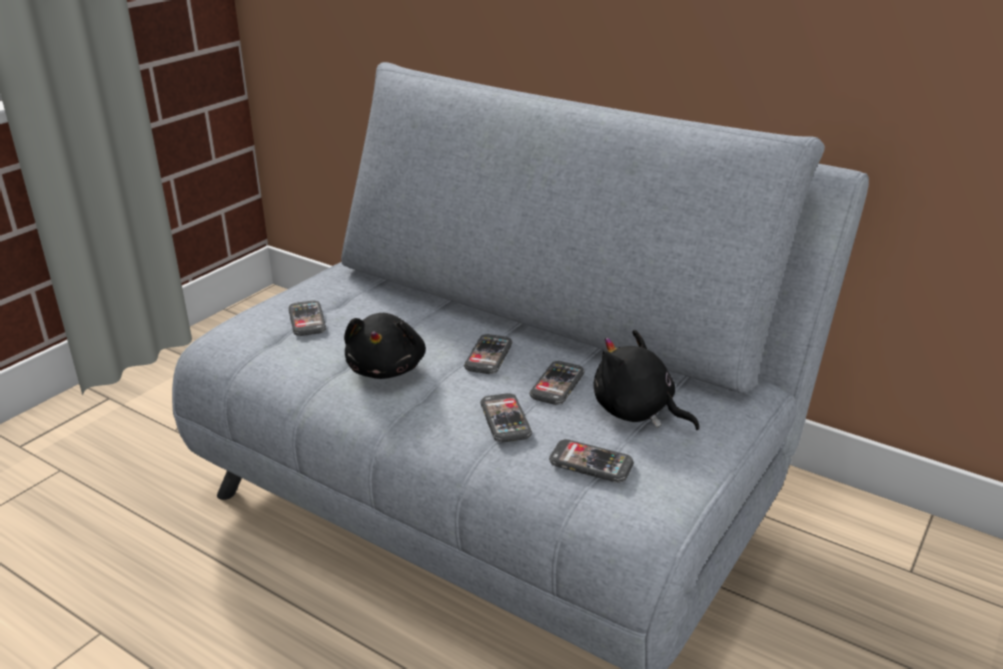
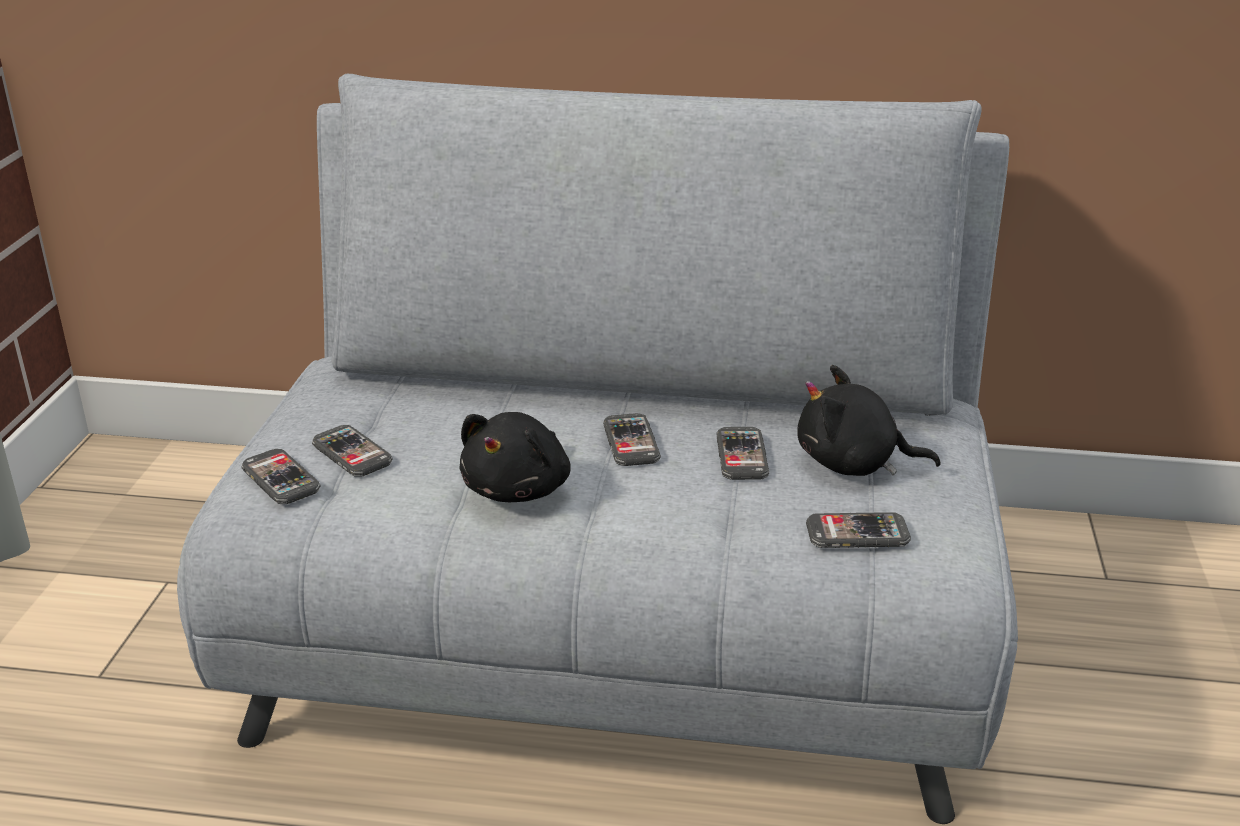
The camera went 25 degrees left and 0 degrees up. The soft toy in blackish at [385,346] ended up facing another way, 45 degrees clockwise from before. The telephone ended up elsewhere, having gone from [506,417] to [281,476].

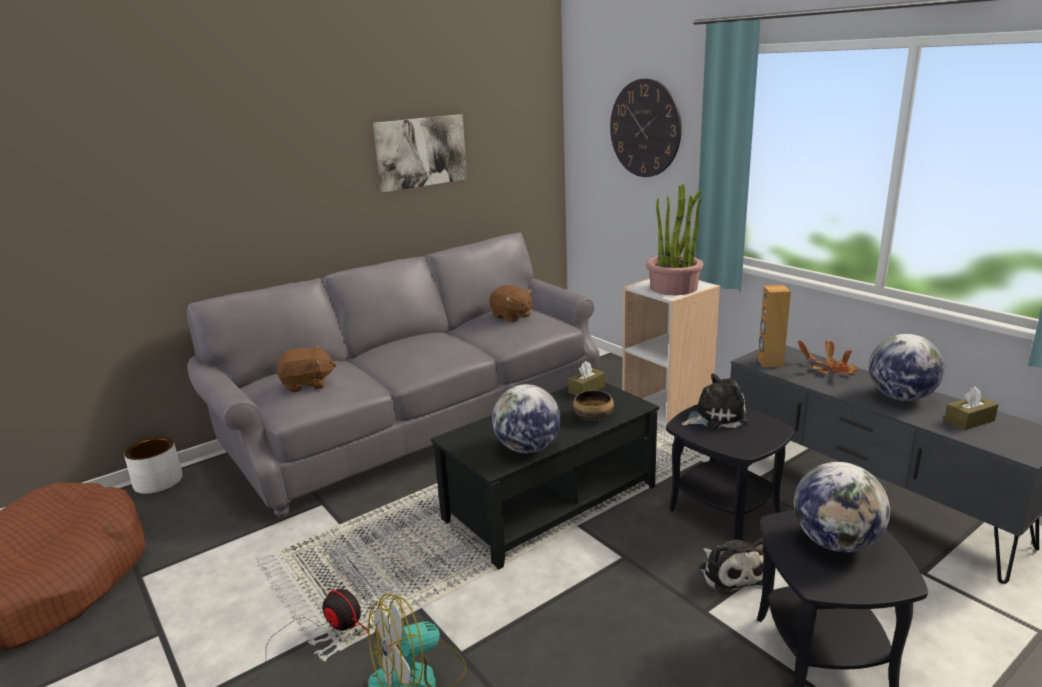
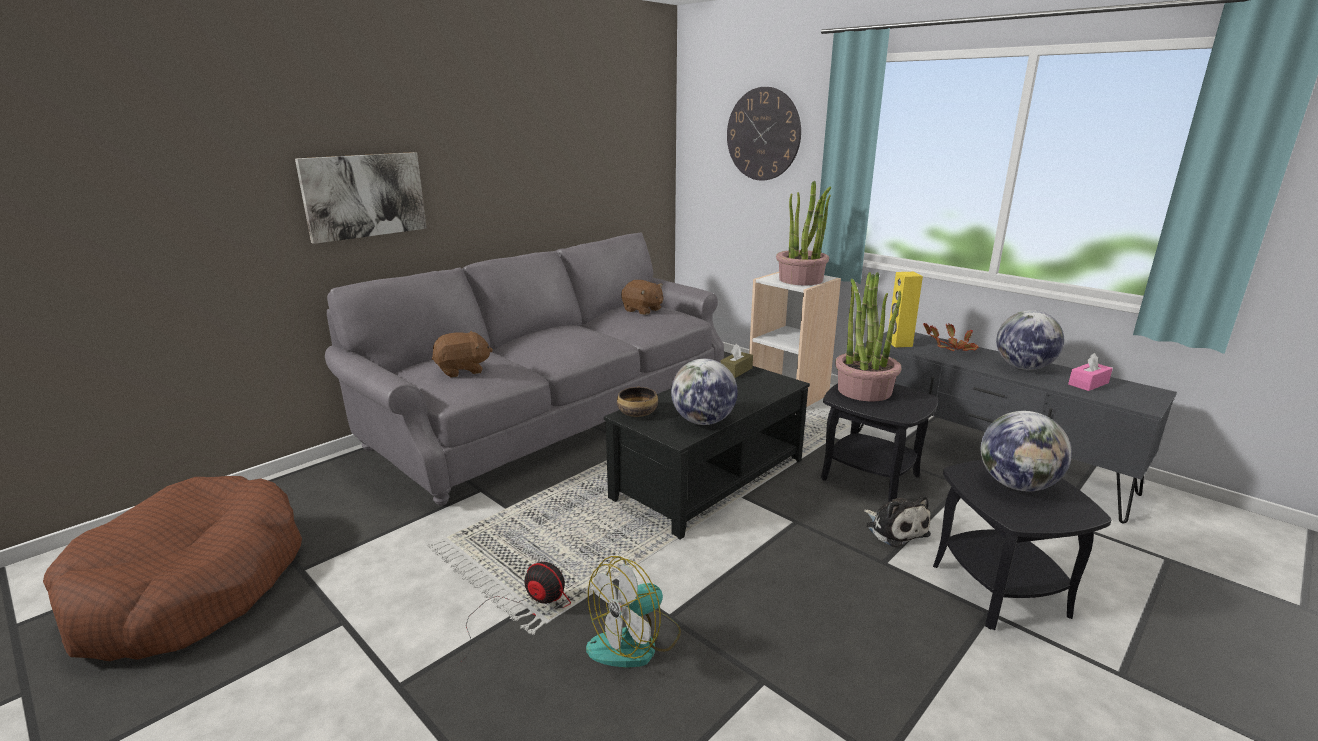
The camera went 10 degrees left and 0 degrees up. The wall art ended up elsewhere, having gone from [420,153] to [361,198]. What was the audio speaker in brownish at [774,326] turned into the audio speaker in yellowish at [906,309]. Where the soft toy stood at [715,401], the plant in a pot came to stand at [868,337]. What was the tissue holder in brownish at [971,408] turned into the tissue holder in pinkish at [1090,372]. The deep dish ended up elsewhere, having gone from [593,405] to [637,402]. The second view lost the planter in whitish at [153,465].

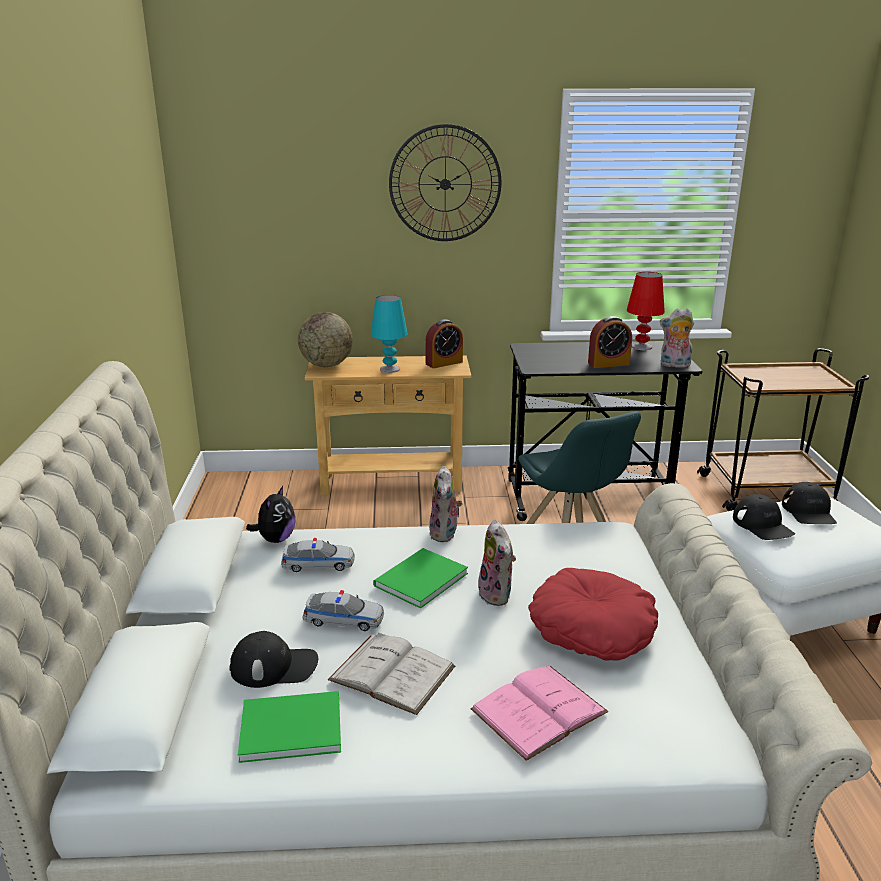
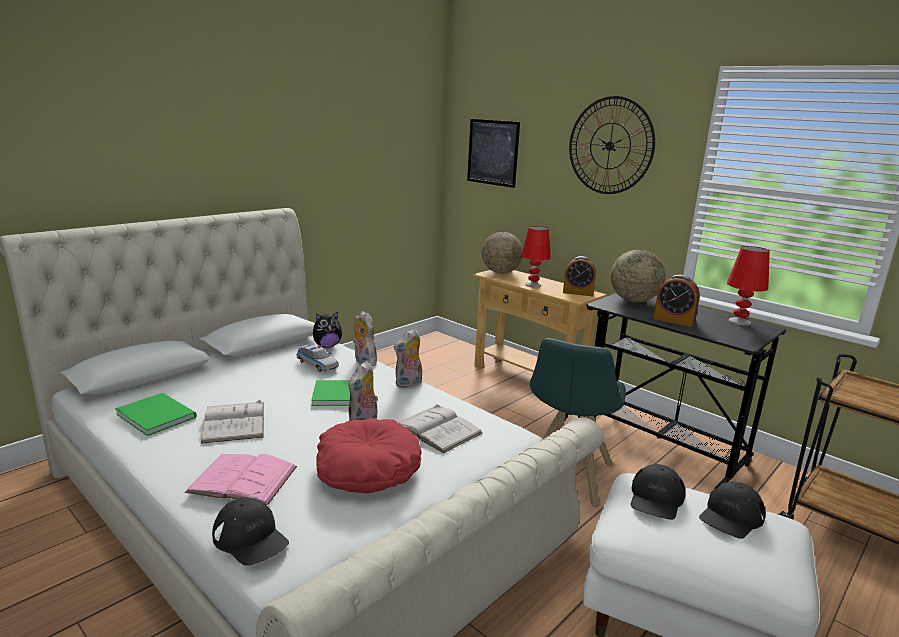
The camera went 45 degrees right and 5 degrees down. What was the table lamp in turquoise-coloured at [389,334] turned into the table lamp in red-coloured at [536,257]. The soft toy ended up elsewhere, having gone from [677,338] to [365,338]. The second view lost the model car at [343,610]. The baseball cap in blackish ended up elsewhere, having gone from [274,659] to [250,531]. The second view gained the wall art at [493,153]. The second view gained the globe at [638,276]. The second view gained the bound book in whitish at [440,428].

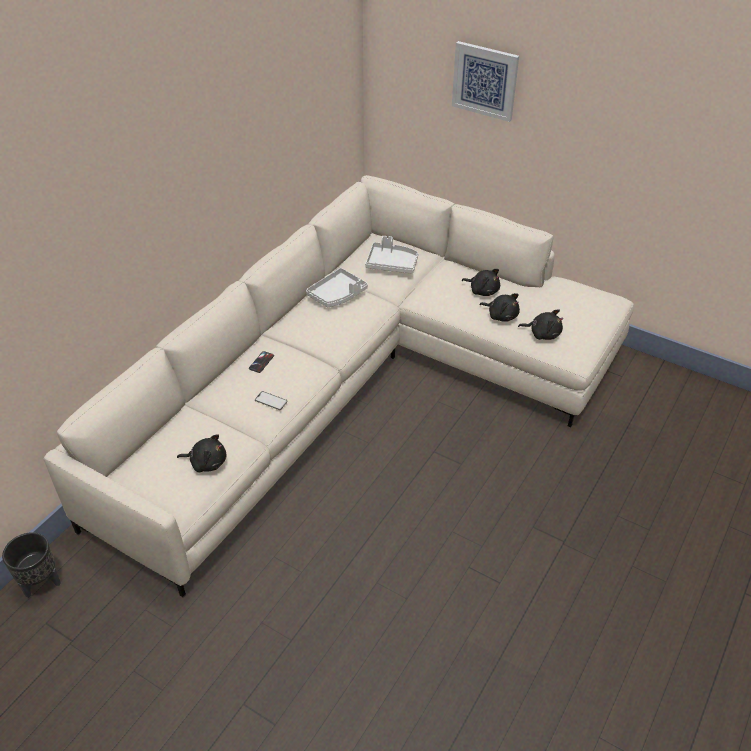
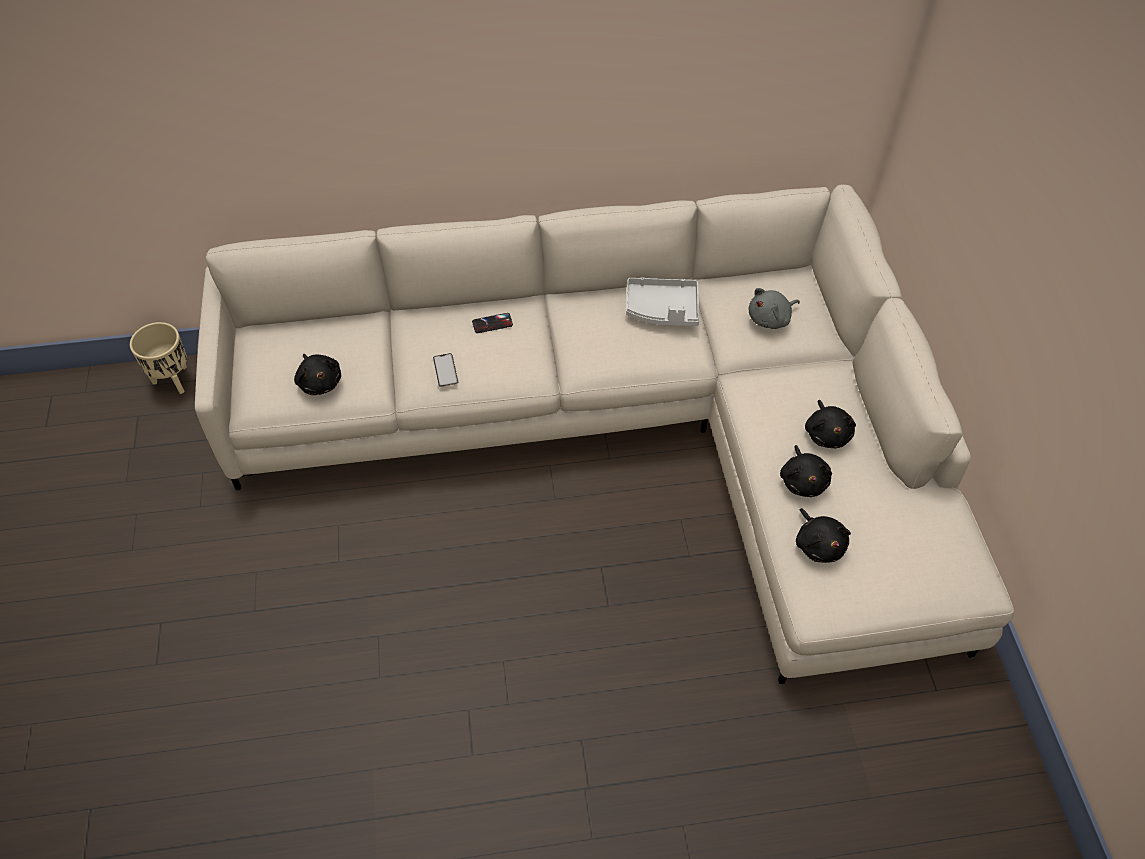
The camera went 50 degrees right and 10 degrees up. The second view lost the wall art at [485,81]. Where the carrying tray in greyish stood at [391,255], the soft toy in greyish came to stand at [774,308]. What was the planter in blackish at [31,565] turned into the planter in beige-coloured at [158,358].

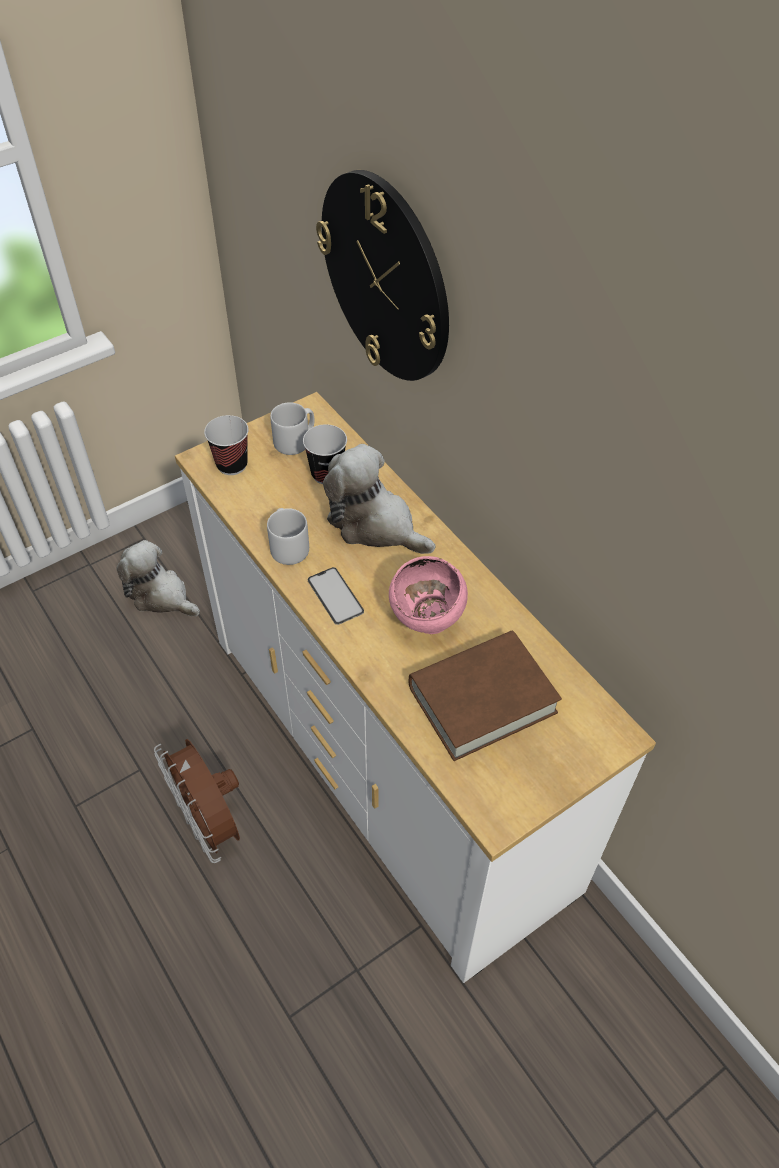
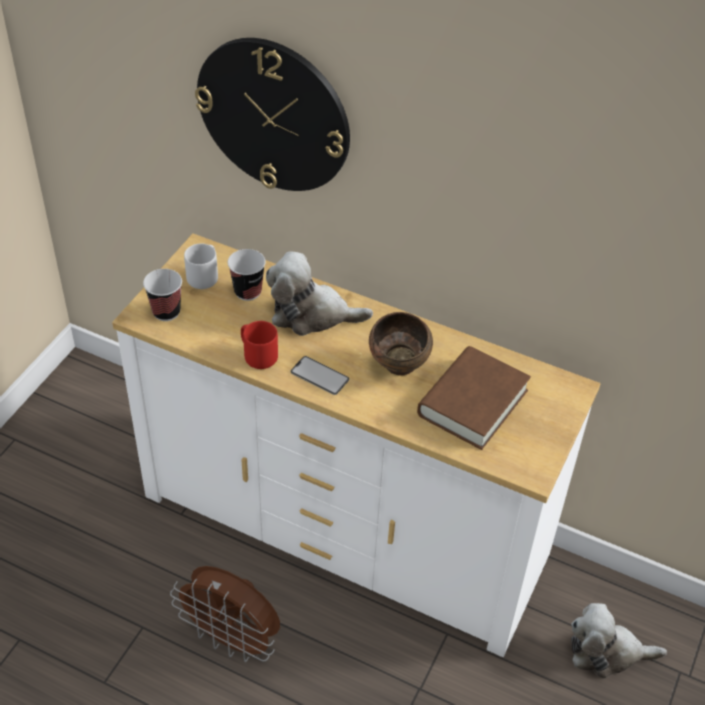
The camera went 30 degrees left and 5 degrees down. What was the tea mug in greyish at [288,536] turned into the tea mug in red-coloured at [259,345]. The soft toy ended up elsewhere, having gone from [158,578] to [619,641]. What was the deep dish in pinkish at [428,595] turned into the deep dish in brownish at [401,344].

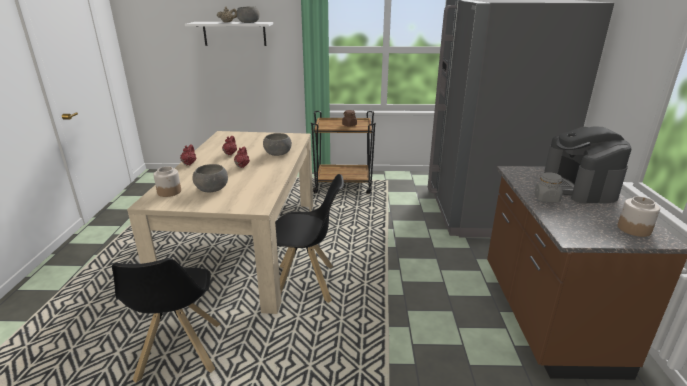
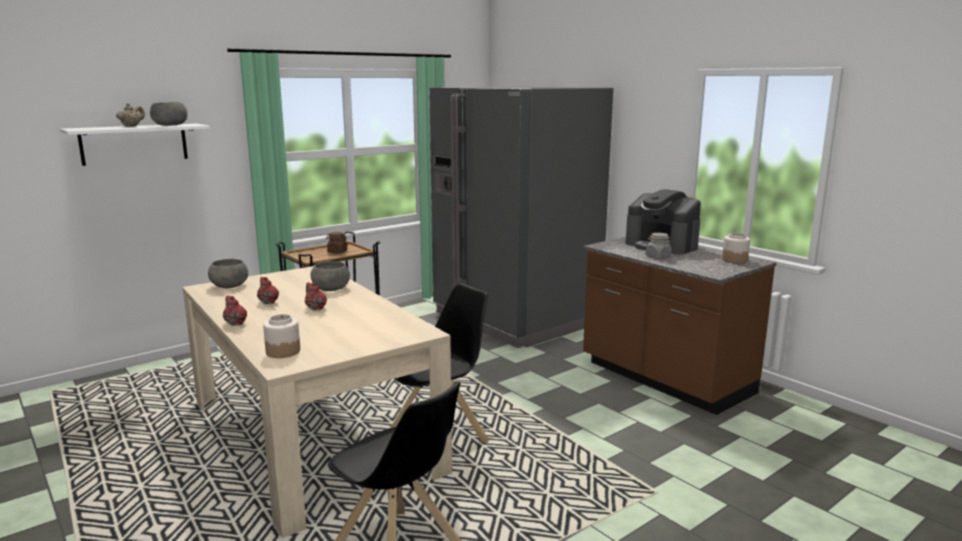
The camera went 40 degrees left and 10 degrees down. The deep dish in greyish ended up elsewhere, having gone from [210,178] to [228,273].

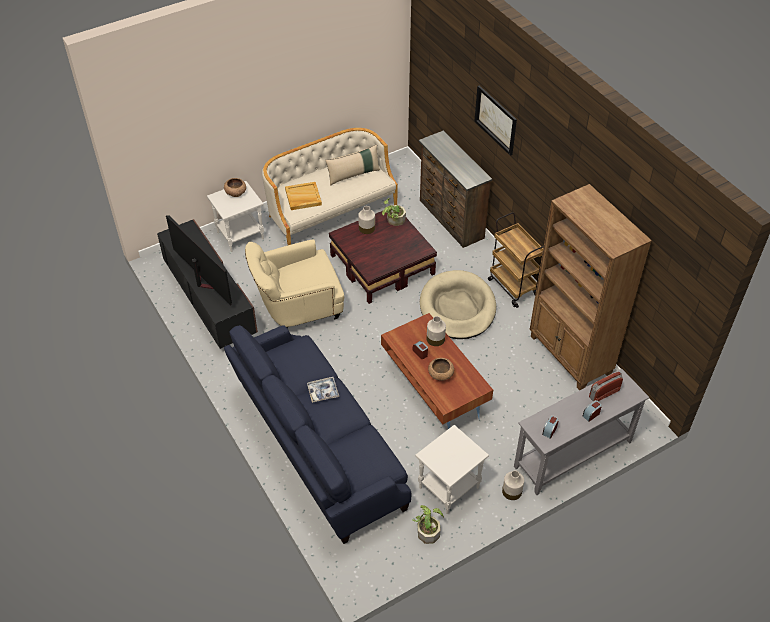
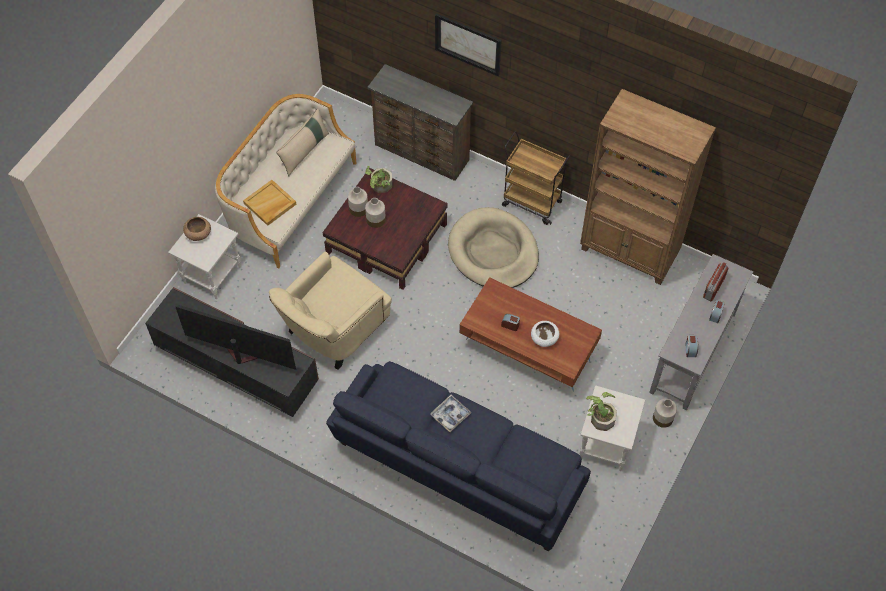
The camera went 30 degrees left and 10 degrees up. The decorative vase in beige-coloured ended up elsewhere, having gone from [436,331] to [375,213]. What was the deep dish in brownish at [441,369] turned into the deep dish in whitish at [545,334]. The plant in a pot ended up elsewhere, having gone from [428,524] to [601,411].

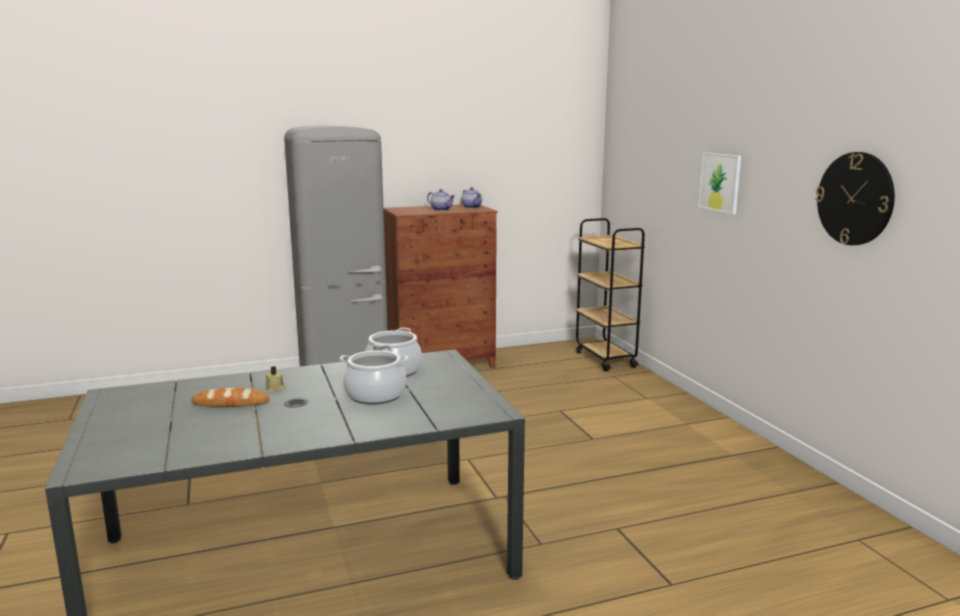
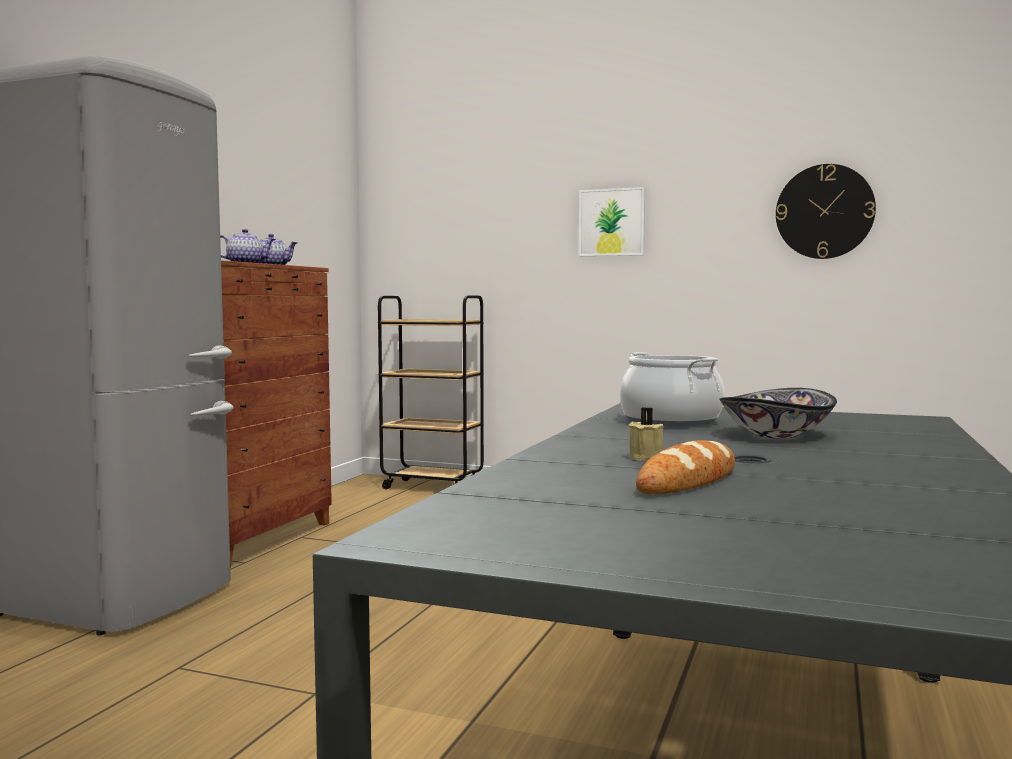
The camera went 50 degrees left and 10 degrees down. Where the stockpot stood at [374,377], the deep dish came to stand at [778,413].

